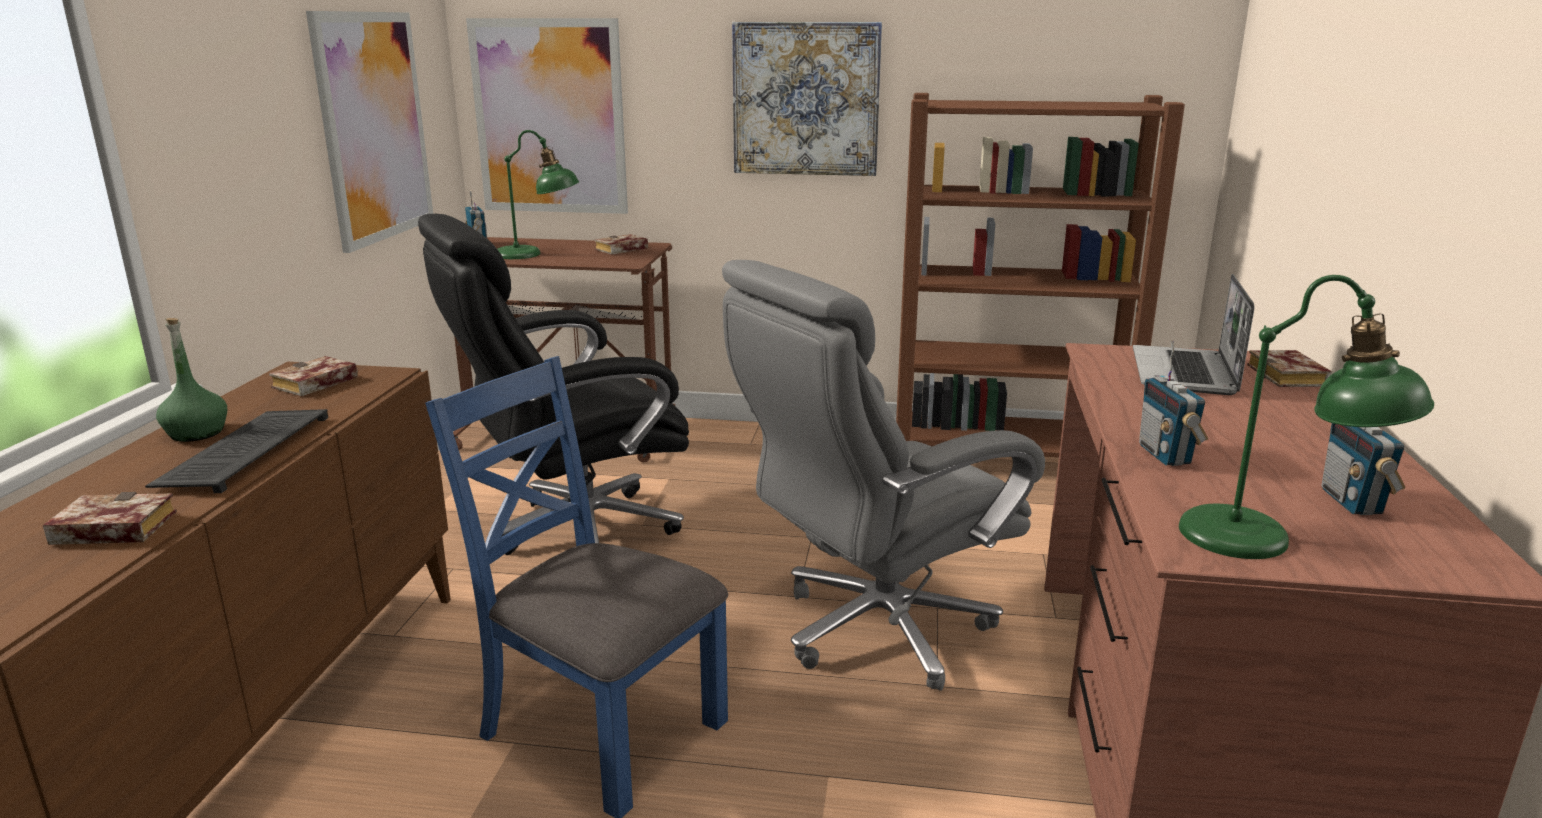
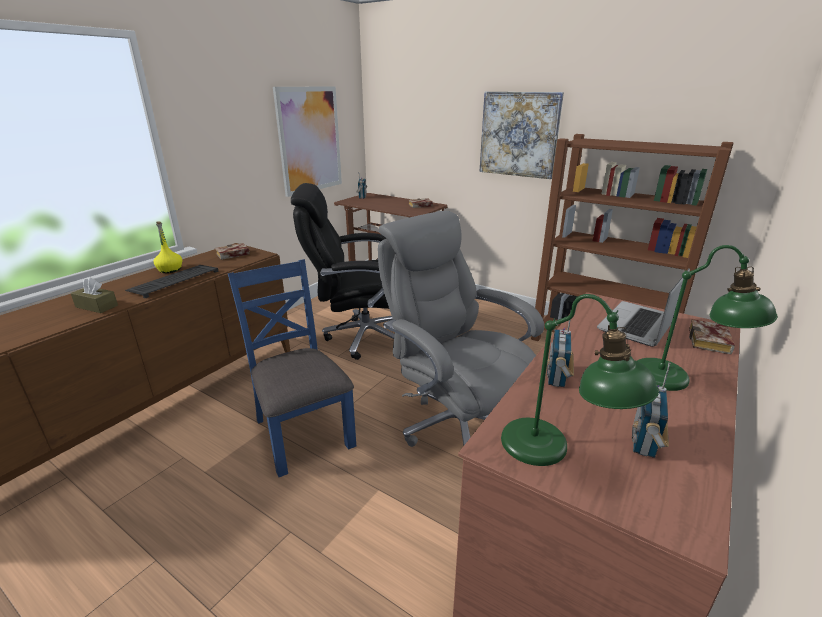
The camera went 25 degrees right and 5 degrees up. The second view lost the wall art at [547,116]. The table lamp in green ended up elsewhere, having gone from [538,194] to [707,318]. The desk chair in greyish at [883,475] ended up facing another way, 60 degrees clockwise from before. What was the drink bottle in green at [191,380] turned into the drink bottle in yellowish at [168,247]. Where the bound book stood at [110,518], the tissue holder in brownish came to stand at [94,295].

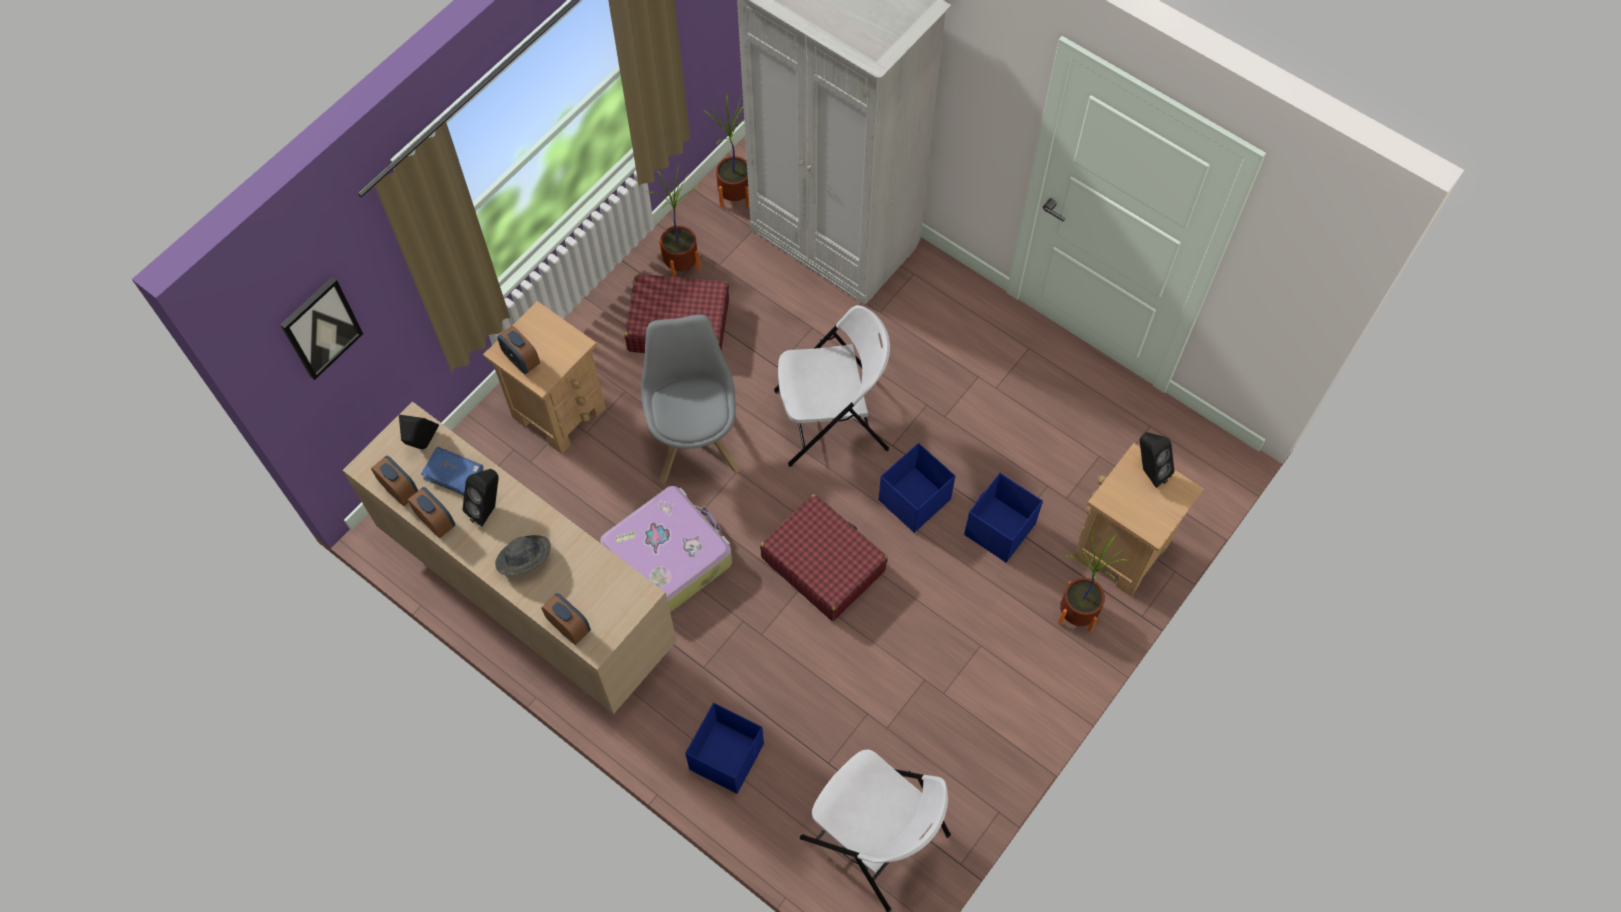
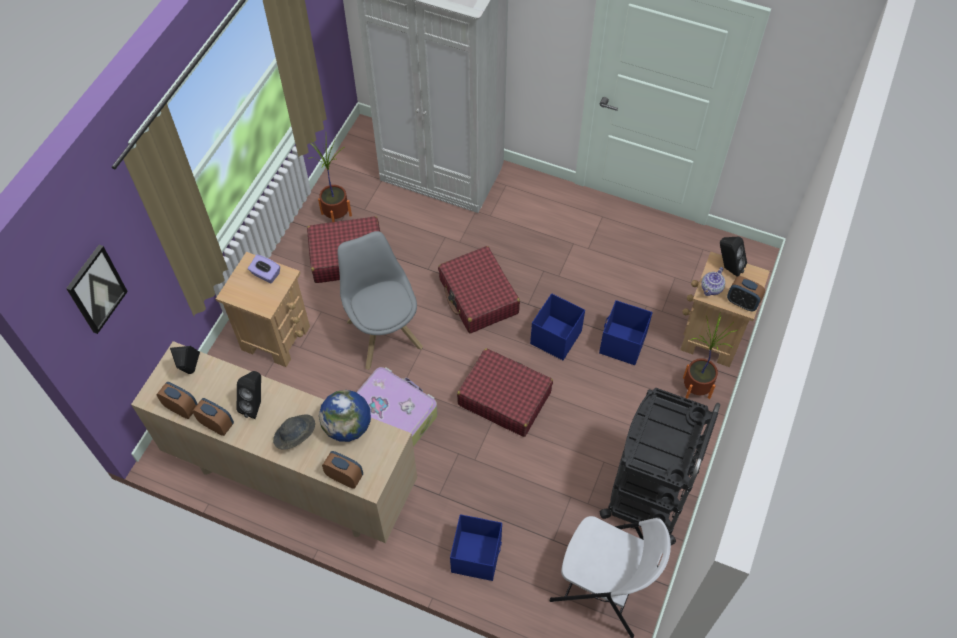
The camera went 15 degrees left and 5 degrees down. The second view lost the plant in a pot at [726,148]. Where the plain chair in whitish stood at [832,386], the travel case in red-coloured came to stand at [479,289]. The bedside clock ended up elsewhere, having gone from [518,350] to [746,293]. The second view lost the bound book in bluish at [452,471]. The second view gained the tissue holder in purplish at [264,268]. The second view gained the tea pot at [713,281]. The second view gained the cart in blackish at [660,467]. The second view gained the globe at [345,416].

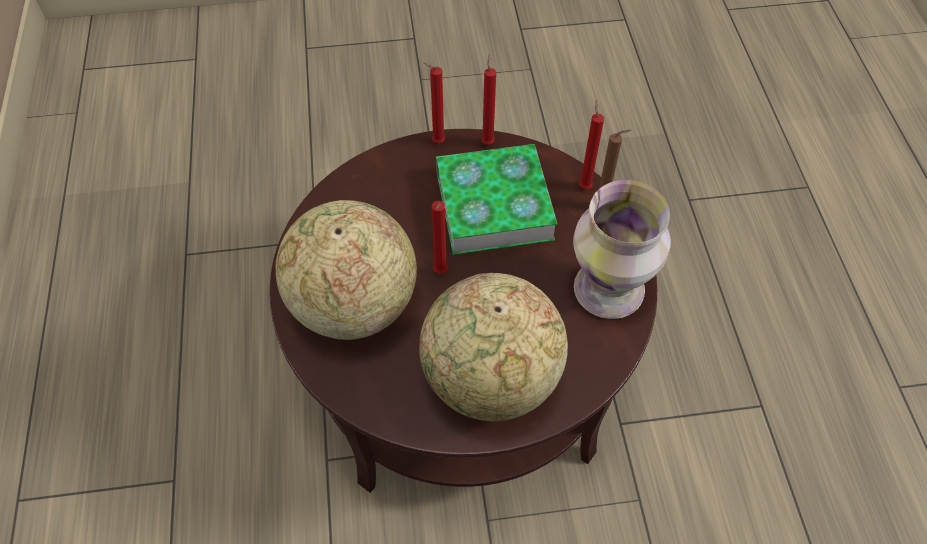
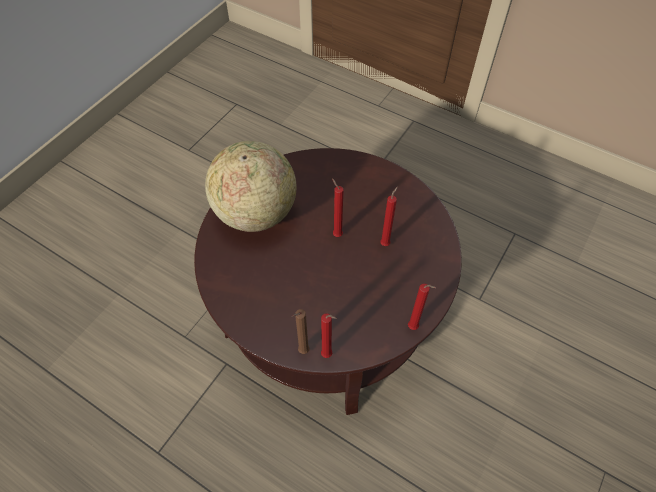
The camera went 130 degrees right and 0 degrees up. The candle in red-coloured ended up elsewhere, having gone from [434,103] to [389,216]. The second view lost the bound book at [496,199]. The second view lost the decorative vase at [622,249]. The second view lost the globe at [346,270].

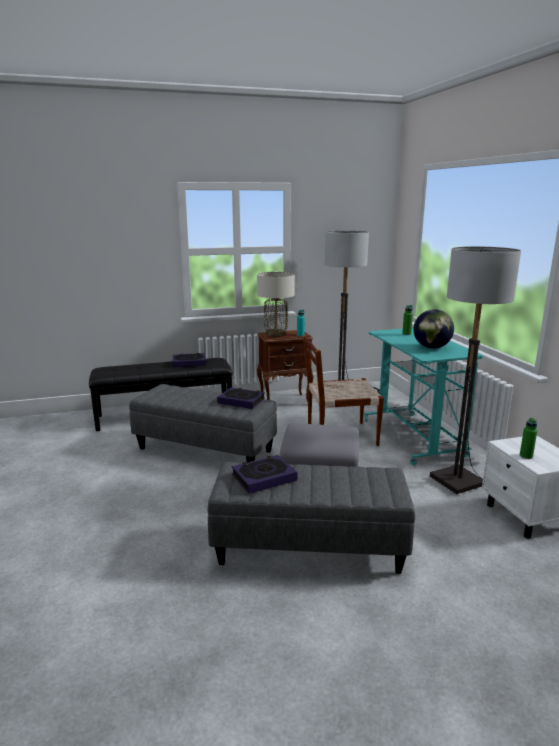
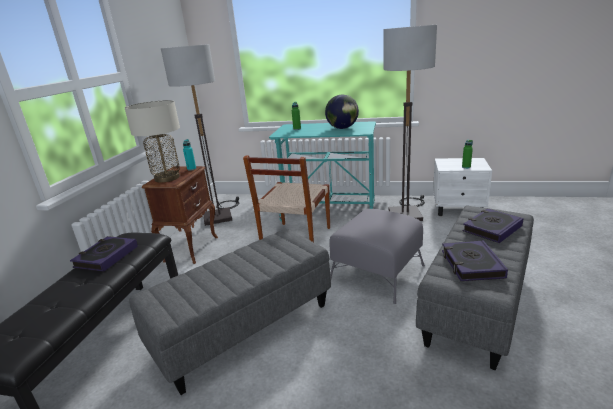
The camera went 60 degrees left and 5 degrees up. The bound book ended up elsewhere, having gone from [241,398] to [493,225].

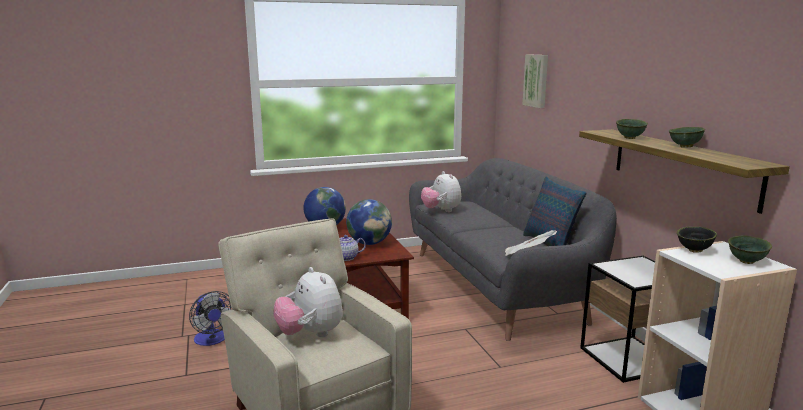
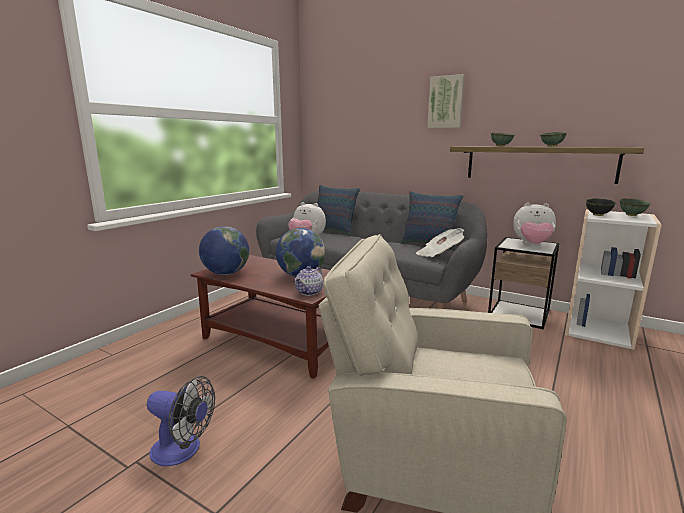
The camera went 40 degrees left and 0 degrees up. The wall art ended up elsewhere, having gone from [535,81] to [446,101]. The soft toy ended up elsewhere, having gone from [308,302] to [534,223]. The second view gained the cushion in bluish at [338,210].

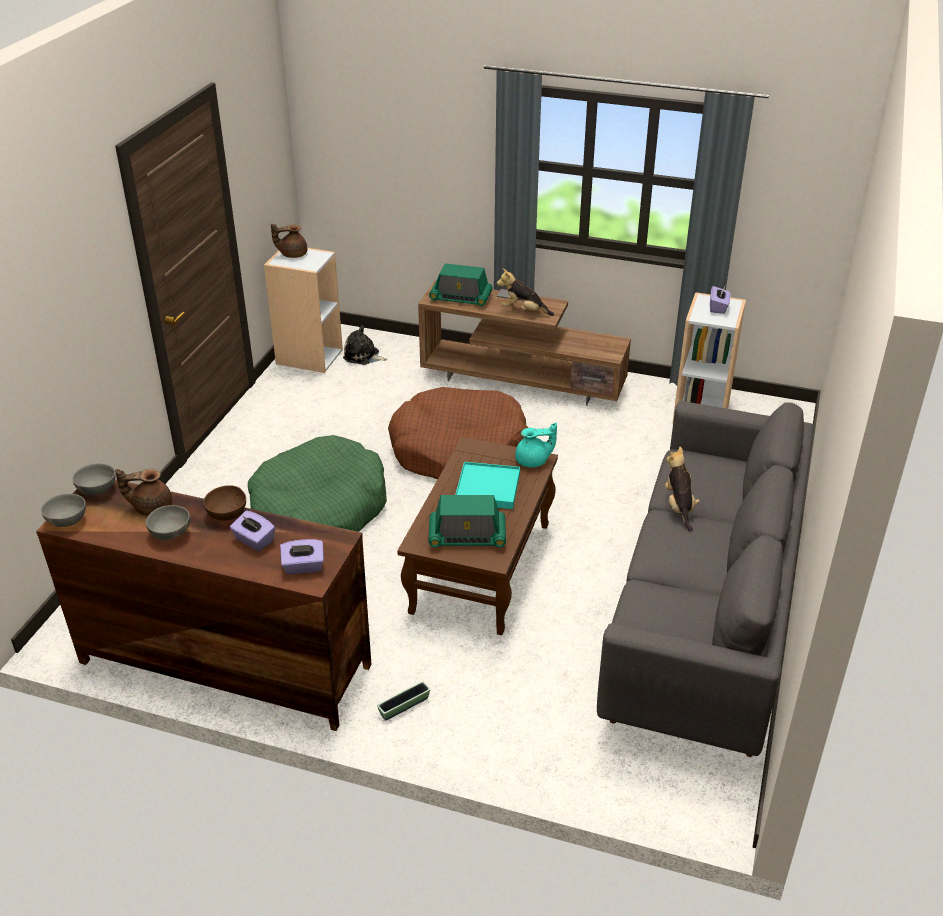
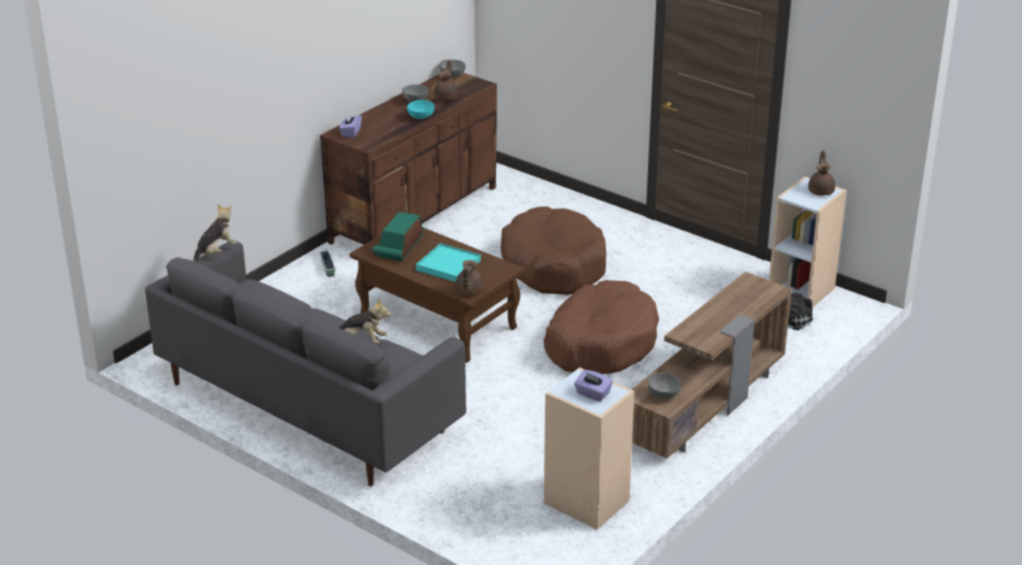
The camera went 110 degrees right and 5 degrees down. The second view lost the radio receiver at [461,285]. The soft toy ended up elsewhere, having gone from [525,292] to [215,233]. What was the tea pot in turquoise-coloured at [536,444] turned into the tea pot in brownish at [469,277]. What was the dog cushion in green at [317,483] turned into the dog cushion in brownish at [553,250]. The deep dish in greyish ended up elsewhere, having gone from [94,479] to [664,386]. What was the deep dish in brownish at [224,503] turned into the deep dish in turquoise-coloured at [421,109]. The second view lost the tissue holder in purplish at [252,531].

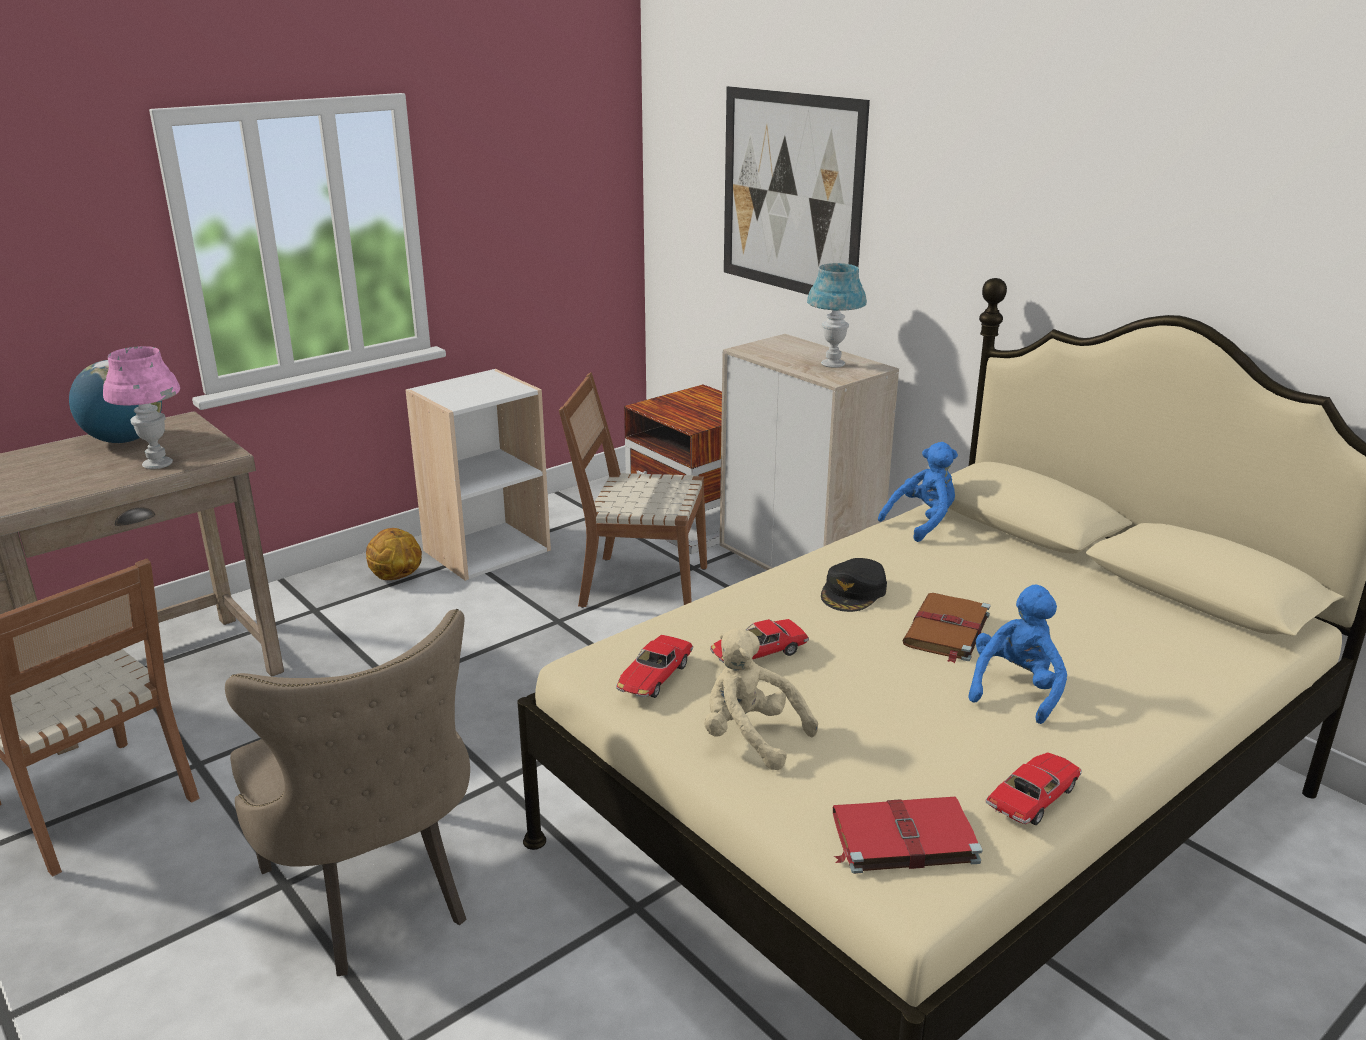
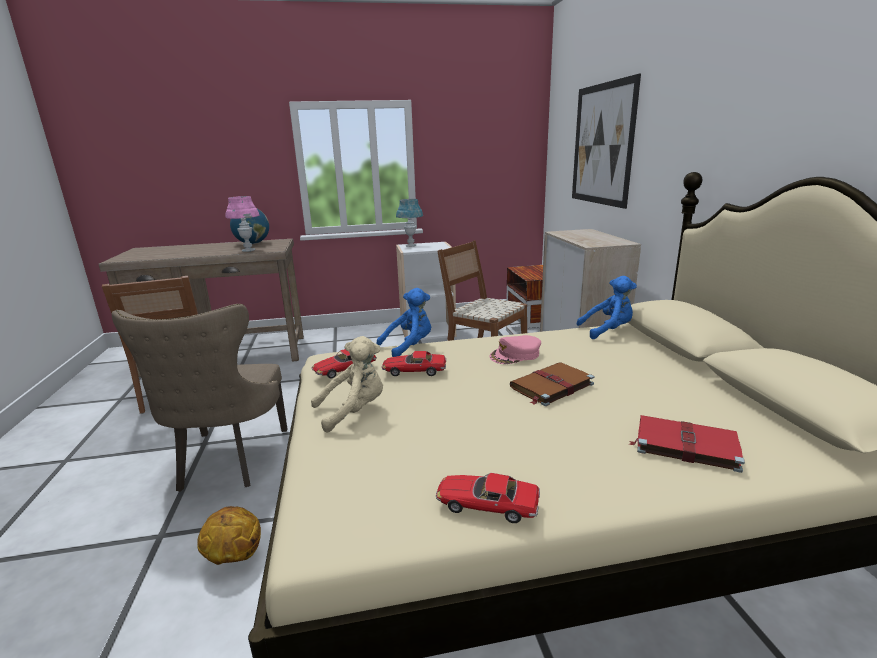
The camera went 30 degrees right and 5 degrees down. The table lamp in bluish ended up elsewhere, having gone from [837,315] to [409,223]. The basketball ball ended up elsewhere, having gone from [394,554] to [229,535]. What was the baseball cap in blackish at [854,585] turned into the baseball cap in pinkish at [515,349]. The soft toy in bluish ended up elsewhere, having gone from [1017,654] to [403,322]. The soft toy in beige-coloured at [761,699] ended up facing another way, 90 degrees clockwise from before. The model car at [1034,788] ended up facing another way, 150 degrees counterclockwise from before. The bound book in red-coloured ended up elsewhere, having gone from [908,835] to [687,444].

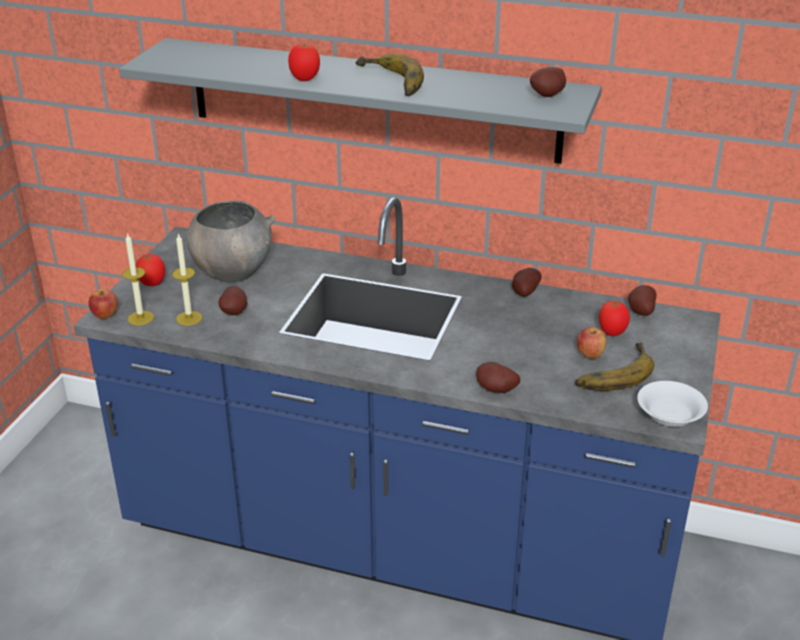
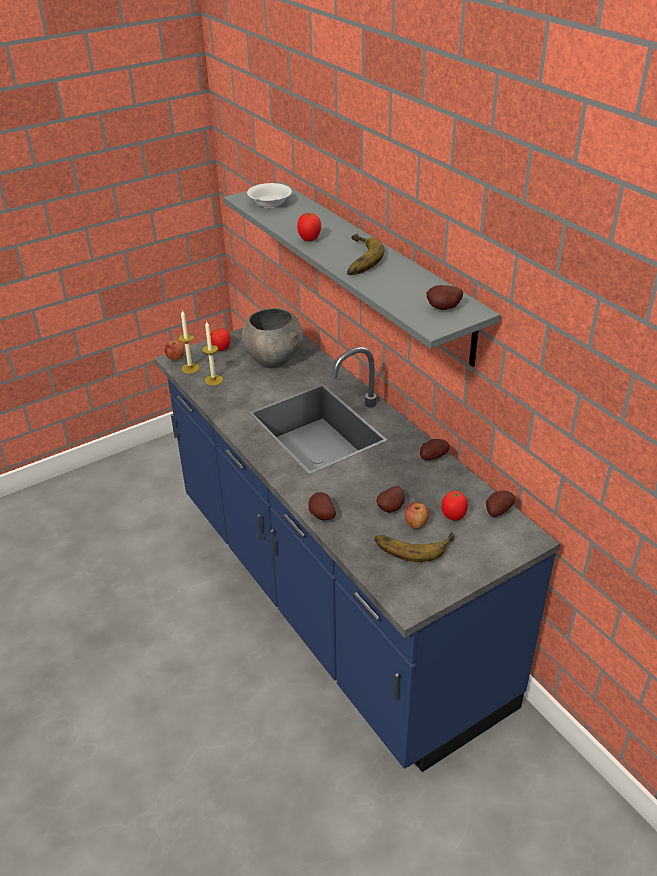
The camera went 40 degrees right and 5 degrees up. The whole potato ended up elsewhere, having gone from [233,300] to [390,499]. The deep dish in whitish ended up elsewhere, having gone from [672,404] to [269,195].

